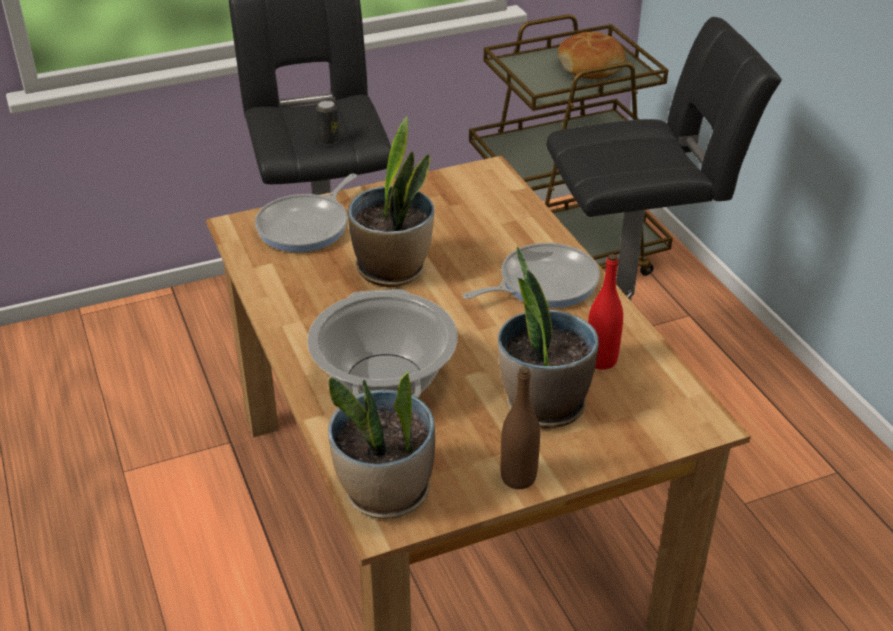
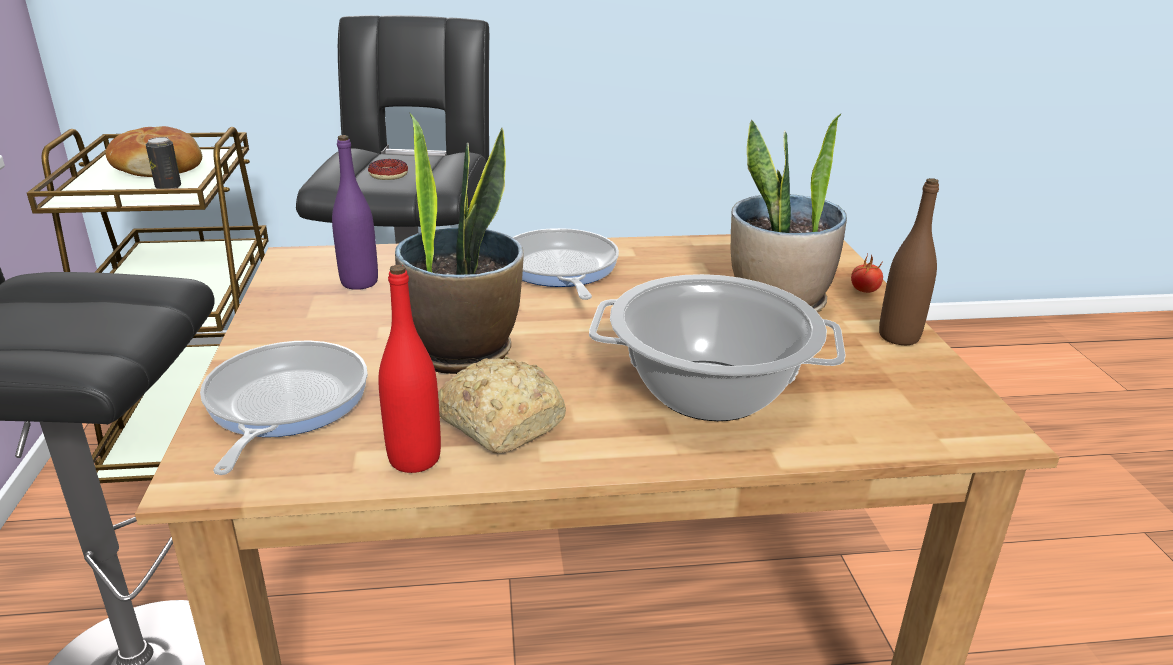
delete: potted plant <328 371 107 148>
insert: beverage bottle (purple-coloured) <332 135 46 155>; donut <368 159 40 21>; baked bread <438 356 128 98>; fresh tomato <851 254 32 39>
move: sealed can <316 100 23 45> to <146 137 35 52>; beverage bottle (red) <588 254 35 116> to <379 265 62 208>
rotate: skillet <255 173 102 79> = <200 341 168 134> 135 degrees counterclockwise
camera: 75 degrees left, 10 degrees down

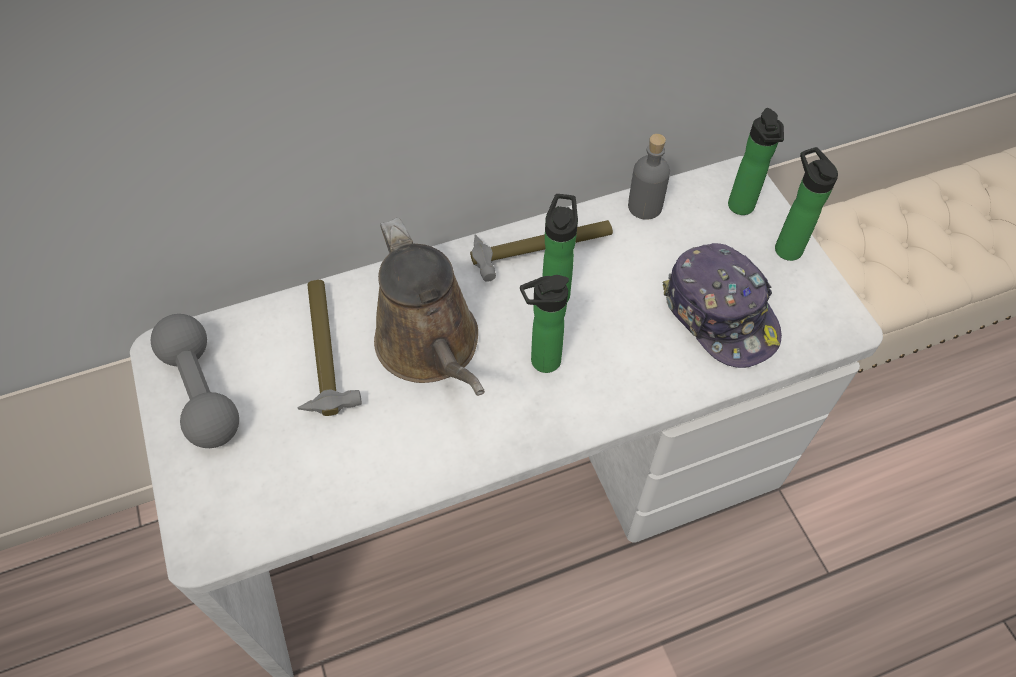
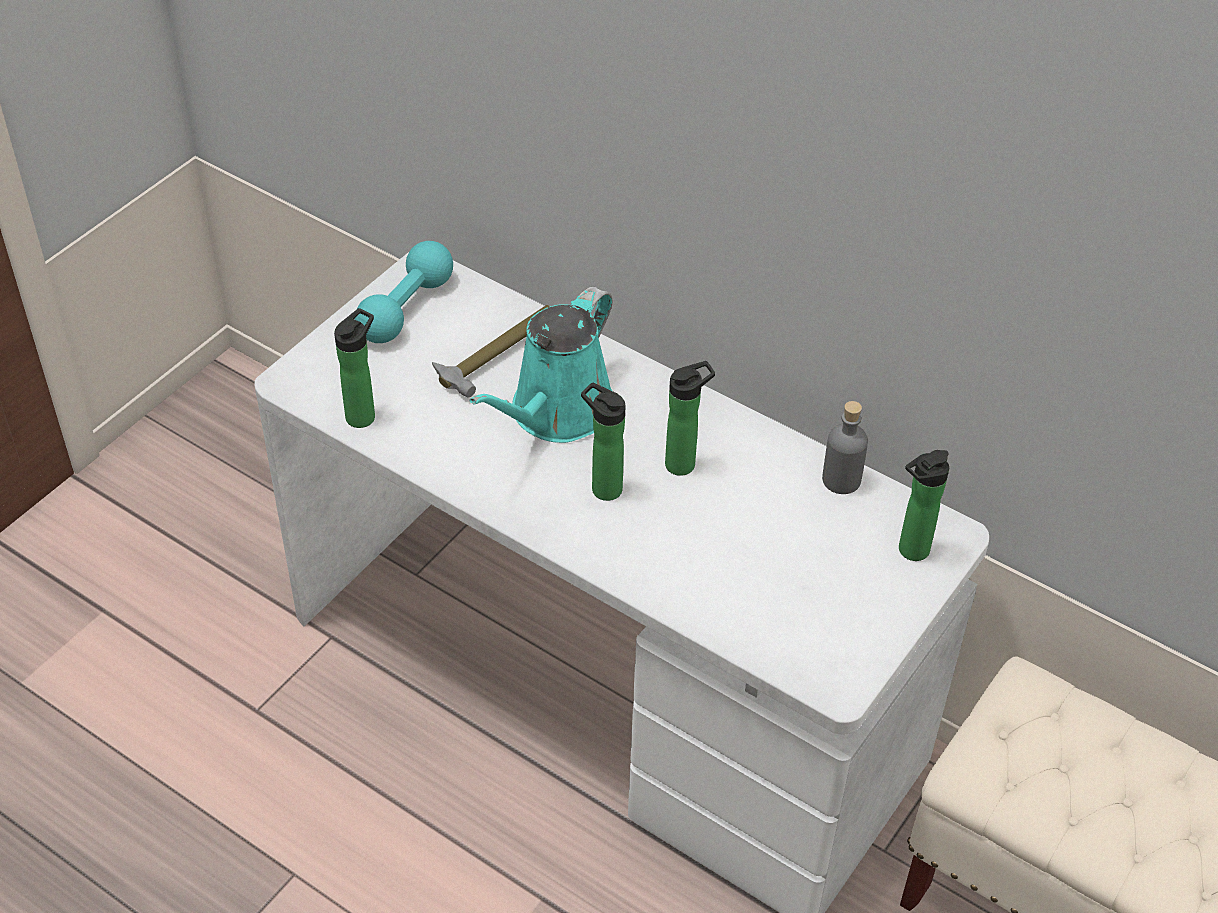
delete: tool hammer <470 220 143 62>; cap <662 243 120 125>
move: beverage bottle <775 147 63 114> to <334 308 41 120>
recolor: dumbbell (greyish) <151 314 88 134> to dumbbell (turquoise-coloured) <355 241 98 102>; watering can (brownish) <374 217 111 179> to watering can (turquoise-coloured) <470 287 142 156>
camera: 55 degrees right, 10 degrees down

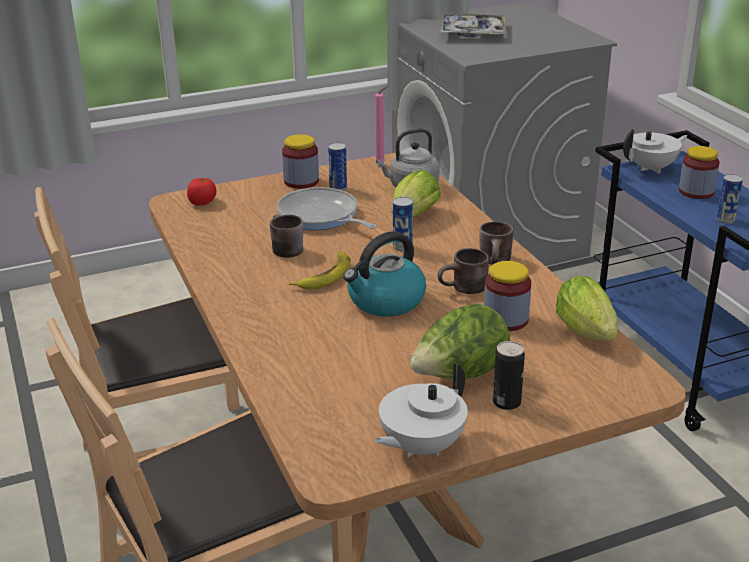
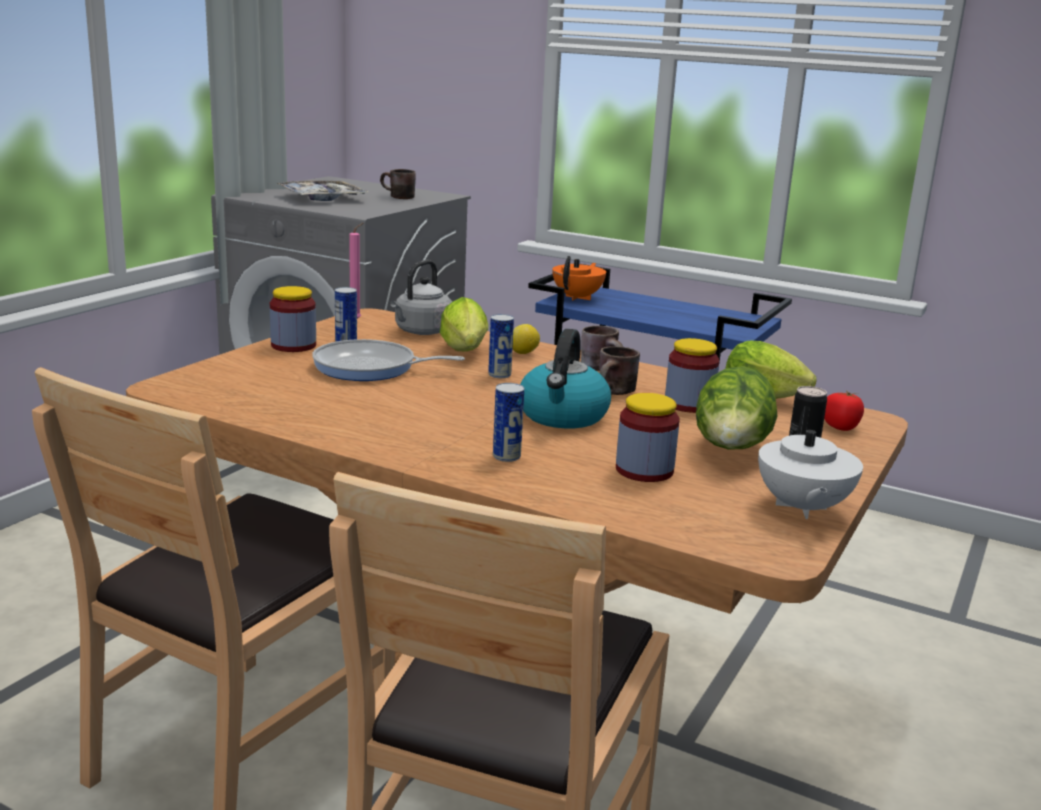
delete: banana <289 251 62 38>
insert: whole lemon <512 324 28 30>
move: tea mug (brownish) <270 214 33 44> to <380 169 36 30>; sealed can <717 174 26 50> to <493 383 31 79>; preserve jar <679 146 41 53> to <616 393 64 89>; fresh tomato <187 178 29 28> to <824 391 40 40>
recolor: teapot (whitish) <623 129 65 45> to teapot (orange-coloured) <552 256 54 45>
camera: 40 degrees left, 10 degrees down

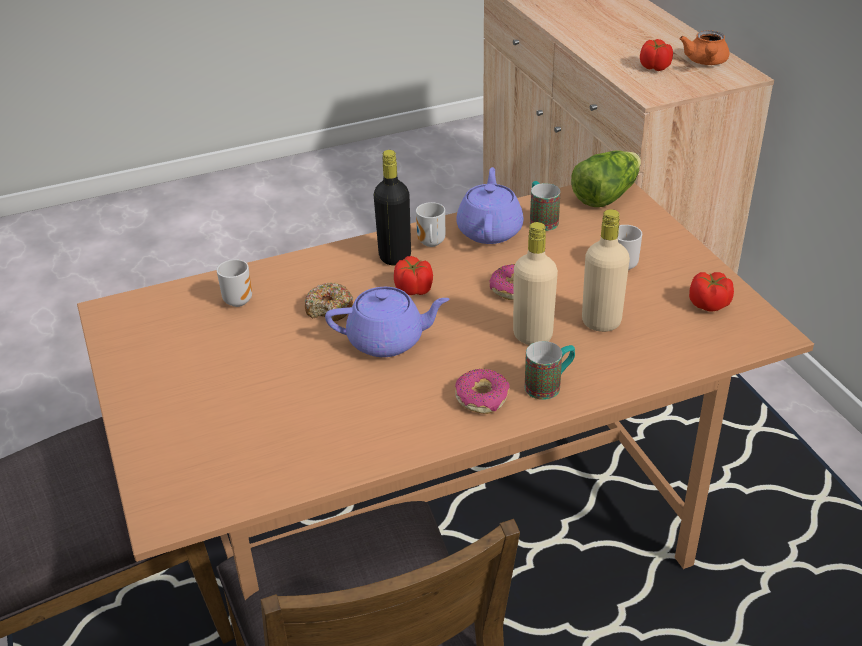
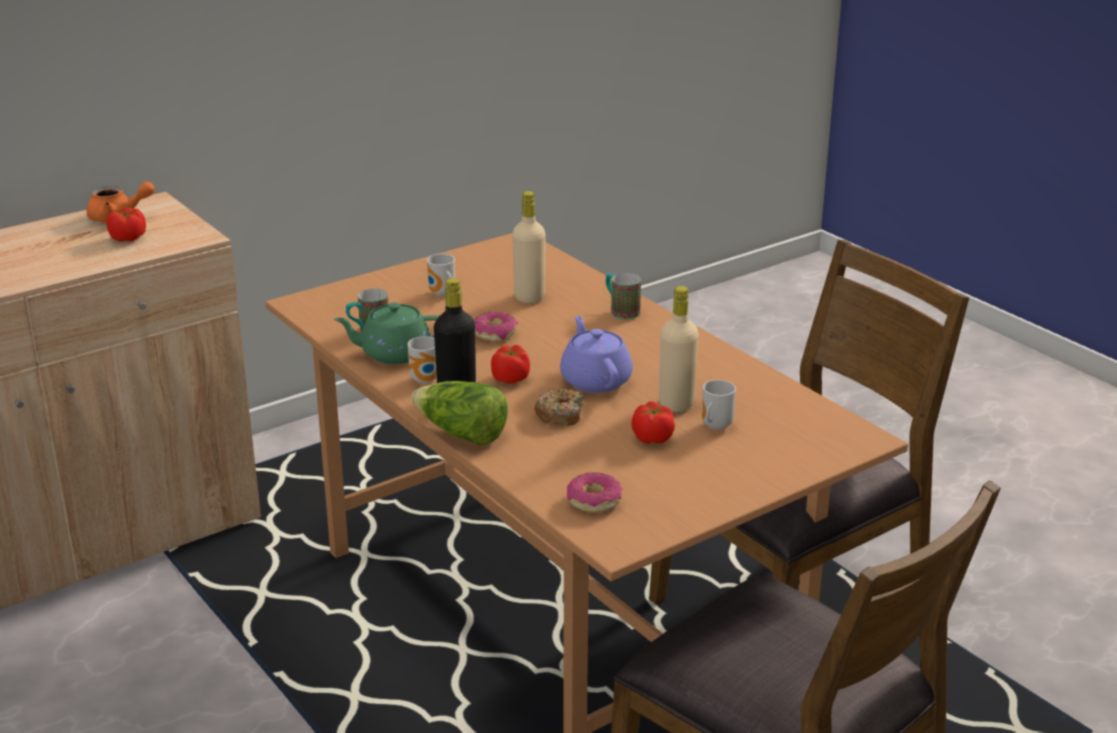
move: head of lettuce <571 150 70 57> to <412 381 96 65>; donut <455 369 55 45> to <567 472 55 41>; fresh tomato <689 272 45 40> to <632 402 43 42>; beverage bottle (beige-coloured) <513 222 45 123> to <659 286 40 126>; tea mug <217 259 35 48> to <702 380 34 50>
recolor: teapot (purple-coloured) <456 167 68 77> to teapot (green-coloured) <334 302 105 62>
camera: 105 degrees left, 10 degrees down

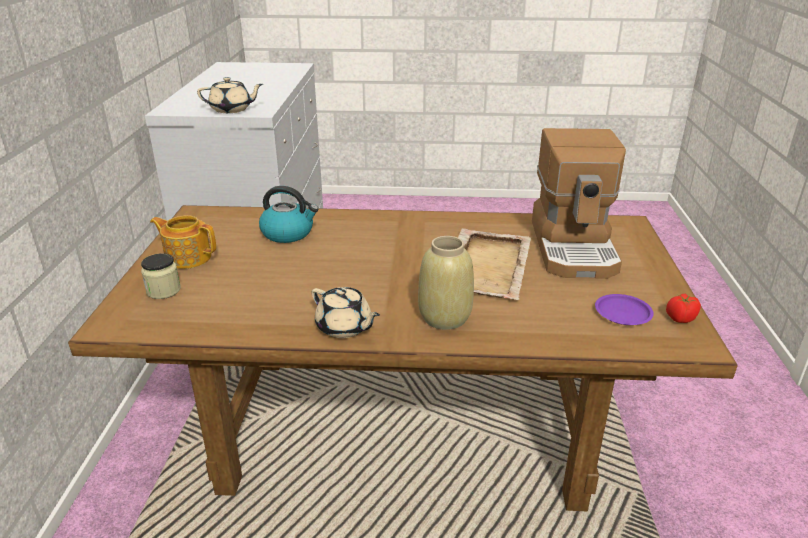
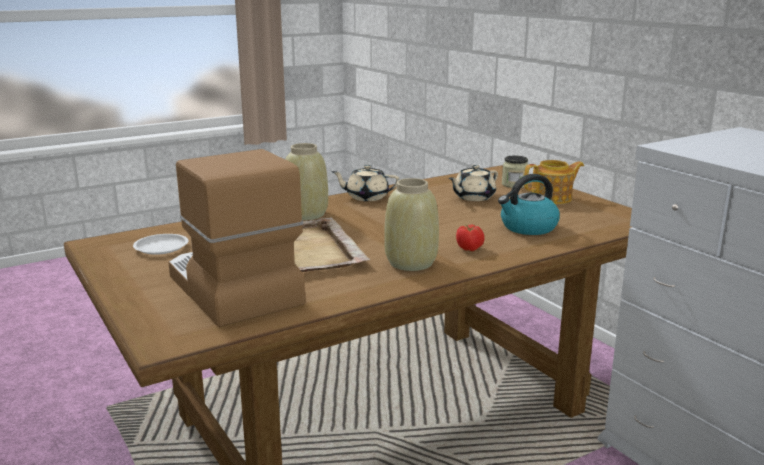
insert: decorative vase (beige-coloured) <384 178 55 93>
move: teapot (beige-coloured) <197 77 66 36> to <449 165 49 36>; fresh tomato <666 293 35 30> to <456 224 29 27>
recolor: flat dish (purple-coloured) <595 294 59 31> to flat dish (whitish) <133 234 56 21>
camera: 145 degrees right, 10 degrees down

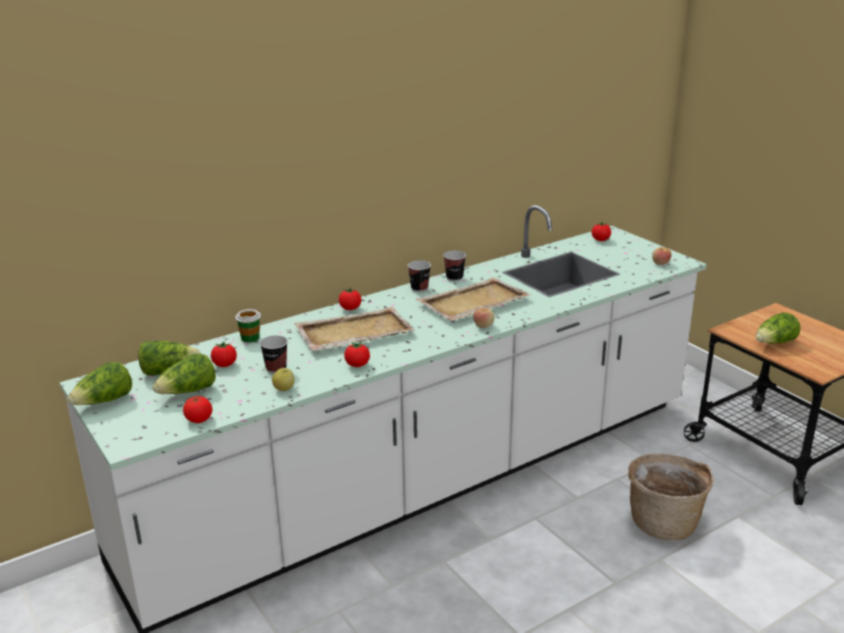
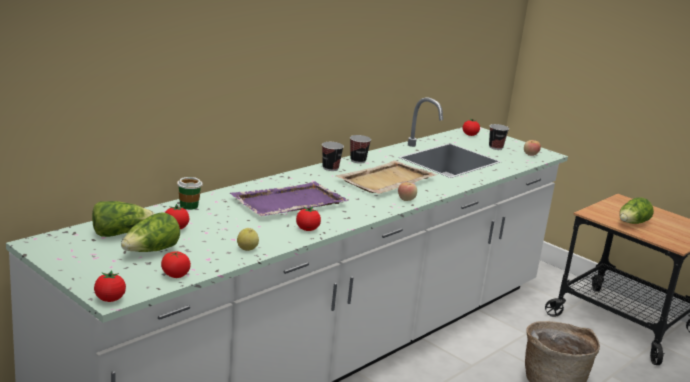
delete: head of lettuce <67 362 65 43>
move: fresh tomato <339 287 23 23> to <94 270 32 32>; cup <260 335 28 39> to <489 124 20 26>
recolor: tray (beige-coloured) <294 306 121 45> to tray (purple-coloured) <229 181 120 35>
camera: 15 degrees left, 5 degrees down

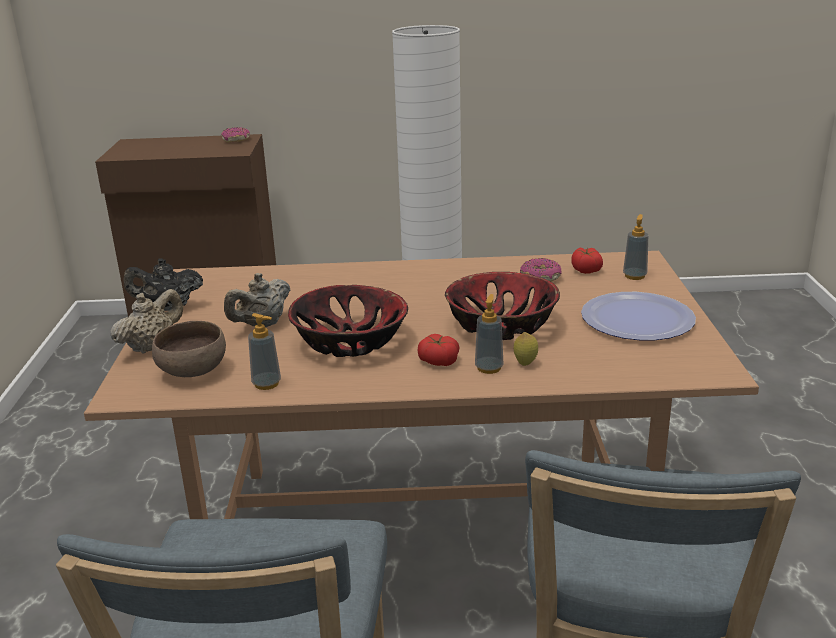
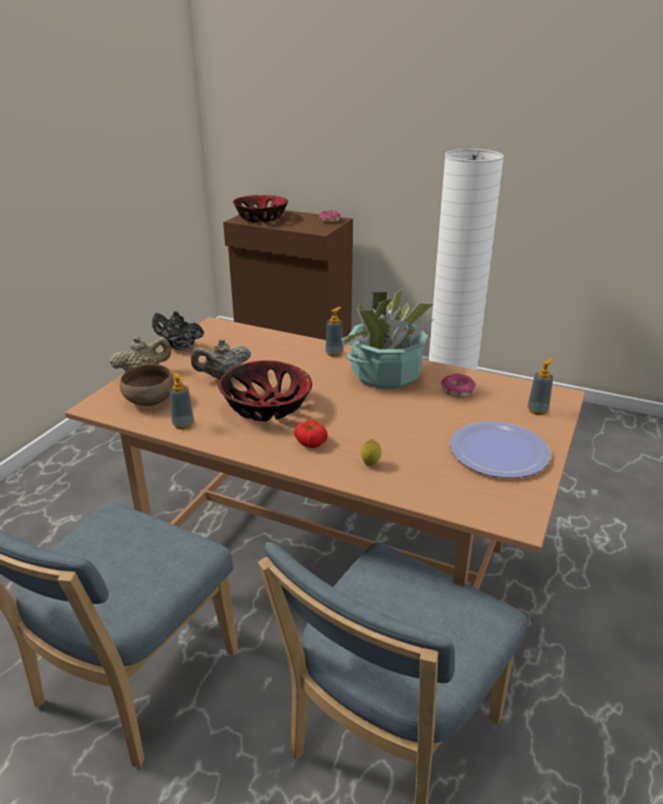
delete: fresh tomato <571 247 32 27>
insert: potted plant <341 289 93 100>
move: deep dish <445 272 115 68> to <233 195 55 27>; liquid soap bottle <475 294 29 80> to <325 307 19 50>
camera: 25 degrees right, 5 degrees up

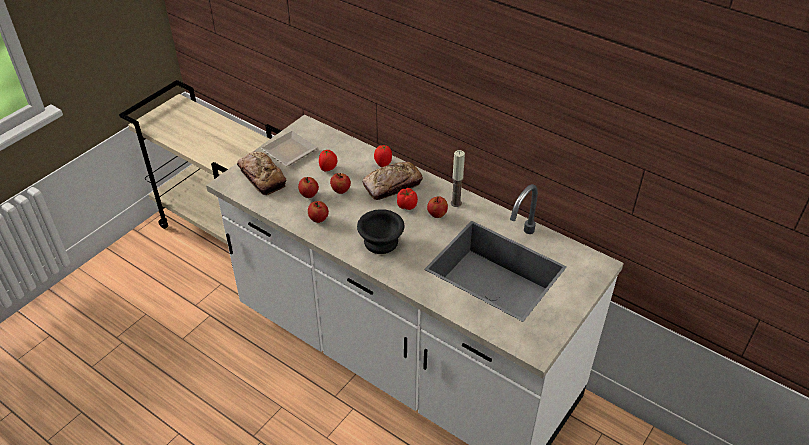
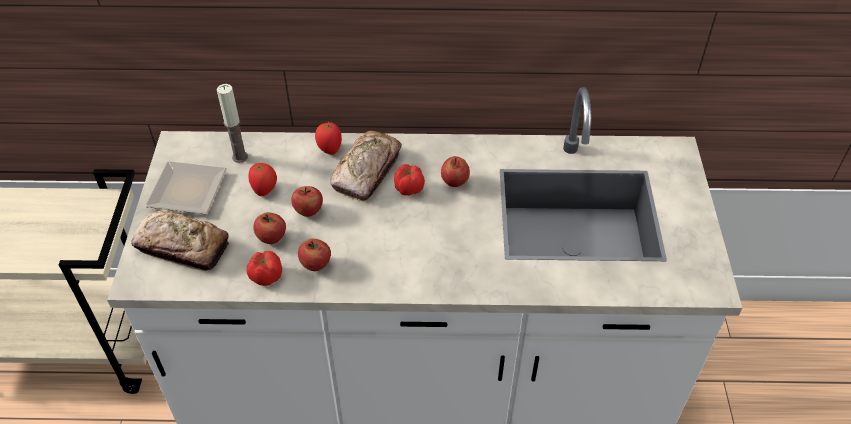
delete: deep dish (blackish) <357 209 47 45>
insert: fresh tomato <246 251 36 35>
move: wax light <451 150 14 57> to <217 84 31 79>
camera: 35 degrees left, 5 degrees up

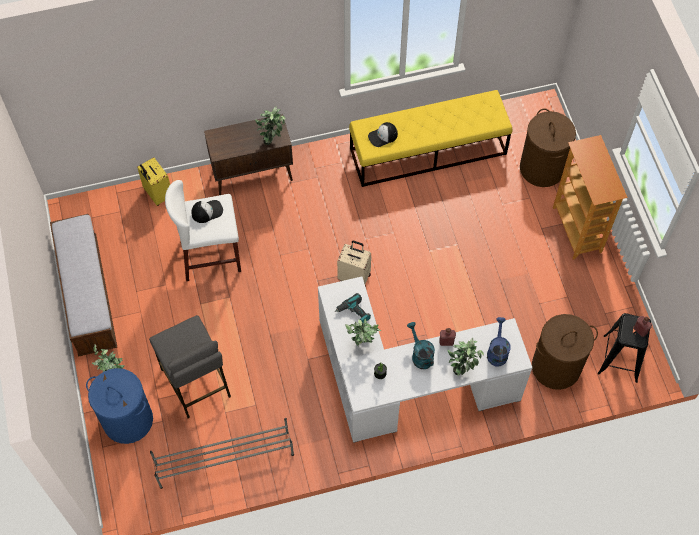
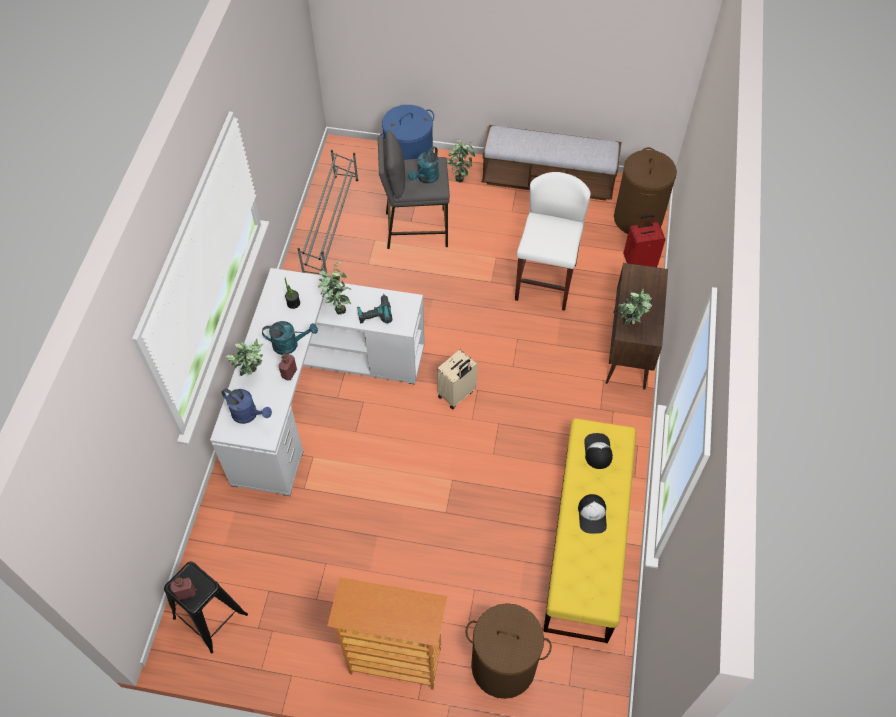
insert: watering can (turquoise-coloured) <408 146 31 38>
move: cap <191 200 32 23> to <578 494 29 40>; washing basket (brownish) <532 314 66 76> to <614 147 63 87>
recolor: suitcase (yellow) <137 157 33 49> to suitcase (red) <623 214 43 53>
camera: 115 degrees right, 5 degrees down

